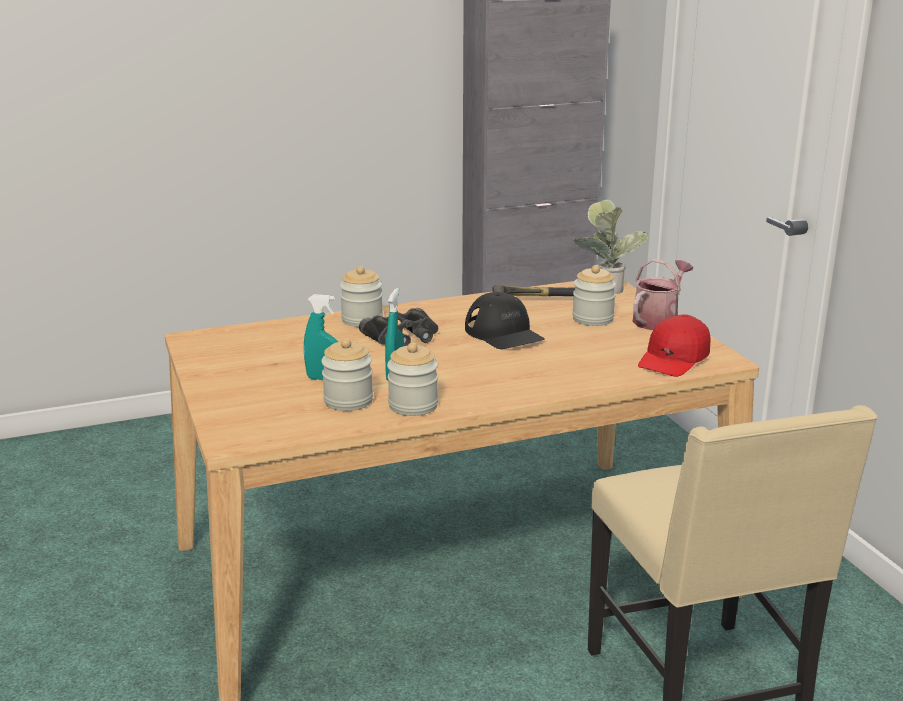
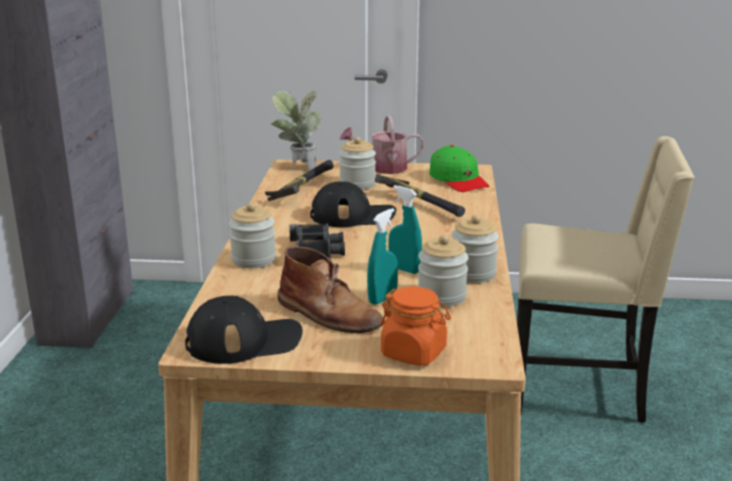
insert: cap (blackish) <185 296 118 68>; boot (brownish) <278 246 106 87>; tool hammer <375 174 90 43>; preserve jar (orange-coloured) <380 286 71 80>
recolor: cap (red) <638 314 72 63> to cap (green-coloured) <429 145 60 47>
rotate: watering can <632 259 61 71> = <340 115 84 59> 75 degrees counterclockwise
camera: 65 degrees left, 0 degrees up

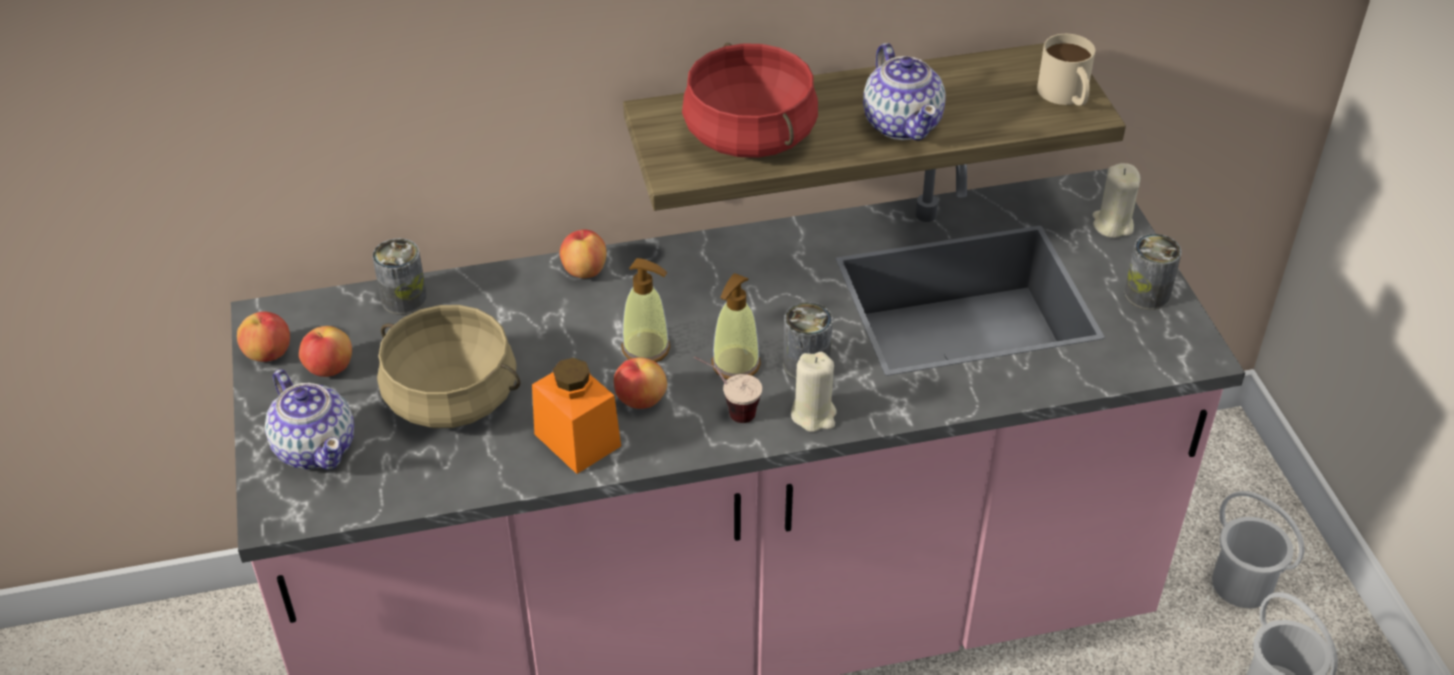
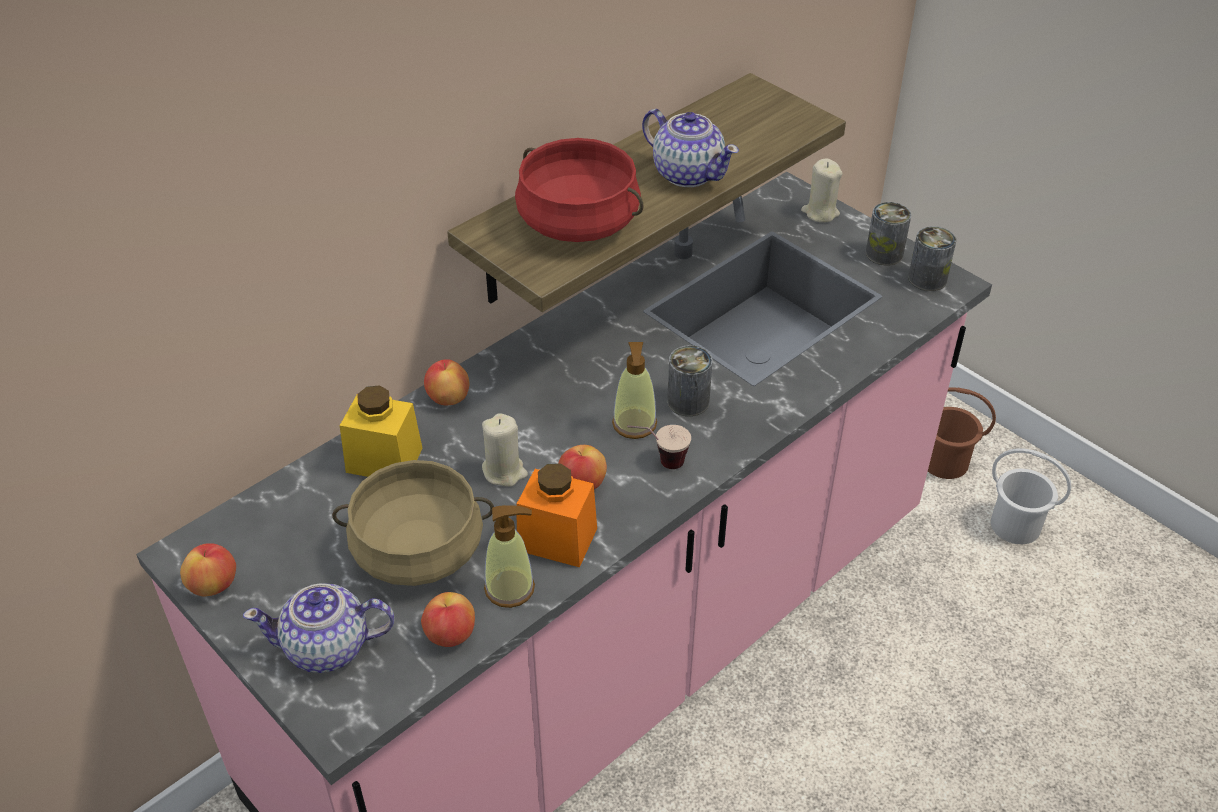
delete: tea mug (beige-coloured) <1037 34 58 72>
insert: preserve jar (yellow) <340 385 83 92>
move: apple <299 326 53 51> to <421 592 54 55>; wax light (beige-coloured) <791 352 46 80> to <482 413 46 74>; liquid soap bottle <621 258 49 104> to <484 505 51 103>; sealed can <372 238 55 77> to <908 226 48 65>
recolor: pail (whitish) <1212 491 92 117> to pail (brownish) <928 387 68 92>
rotate: teapot <265 369 89 101> = <243 583 152 90> 150 degrees clockwise
camera: 30 degrees left, 0 degrees up

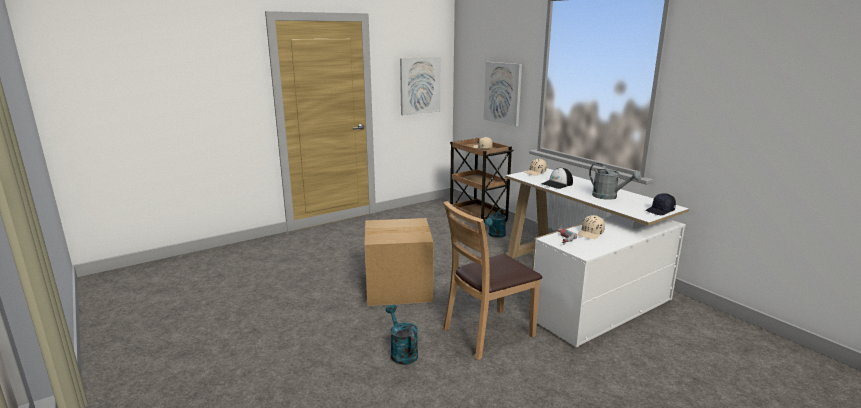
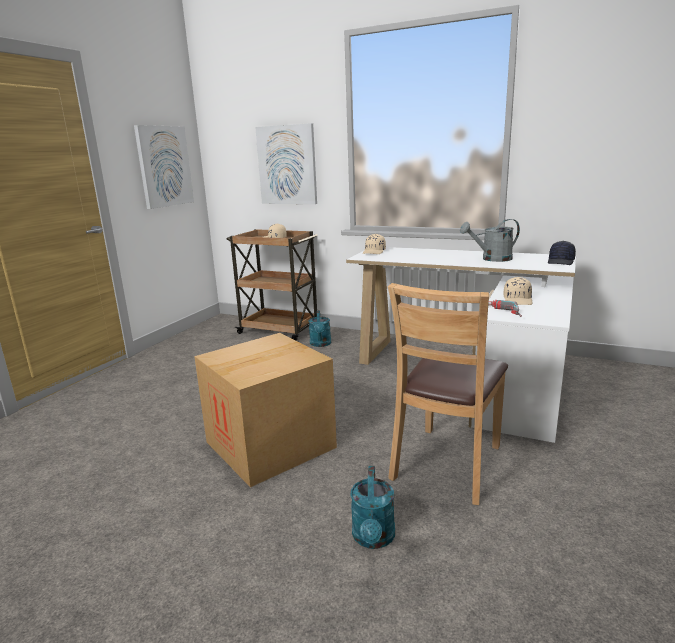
delete: cap <541 168 32 21>
rotate: watering can (turquoise-coloured) <385 305 33 60> = <350 466 45 83> 120 degrees counterclockwise; watering can (greyish) <589 163 52 37> = <460 219 60 43> 150 degrees clockwise
camera: 30 degrees left, 0 degrees up

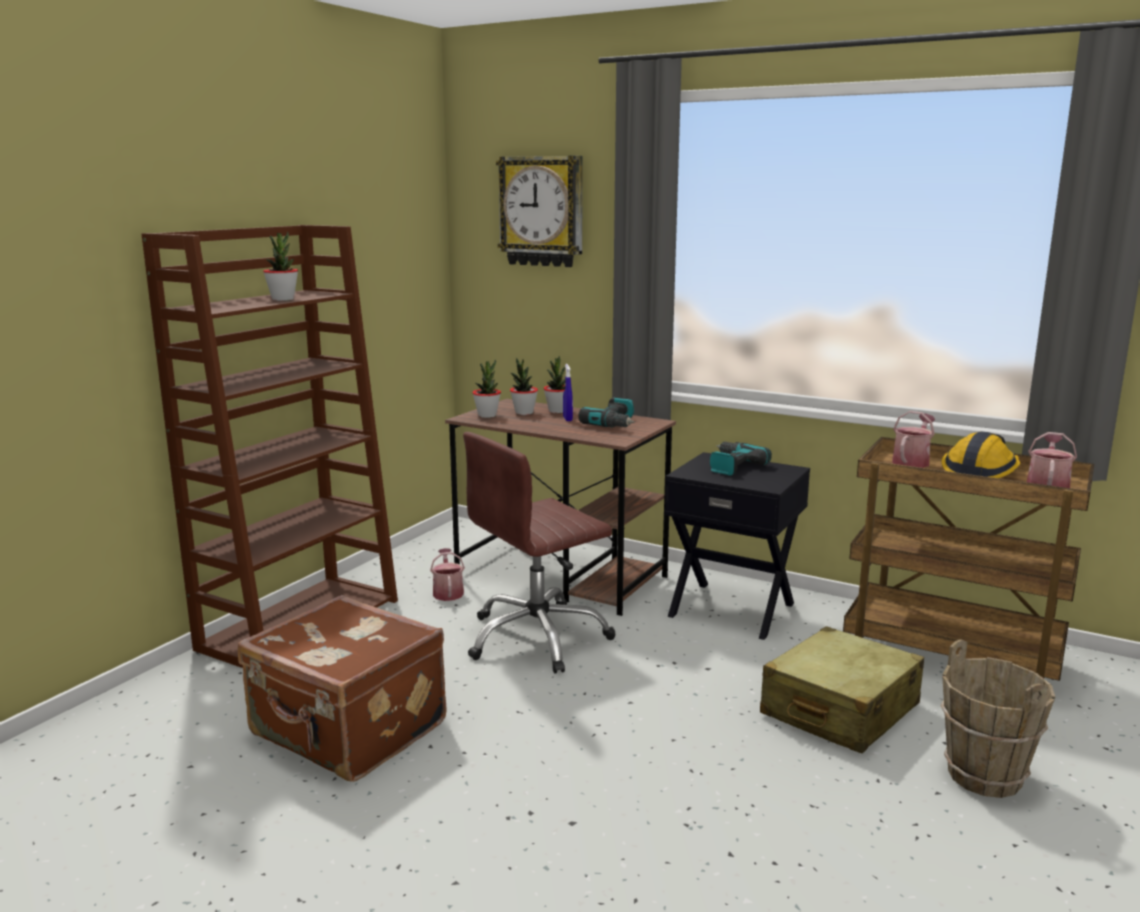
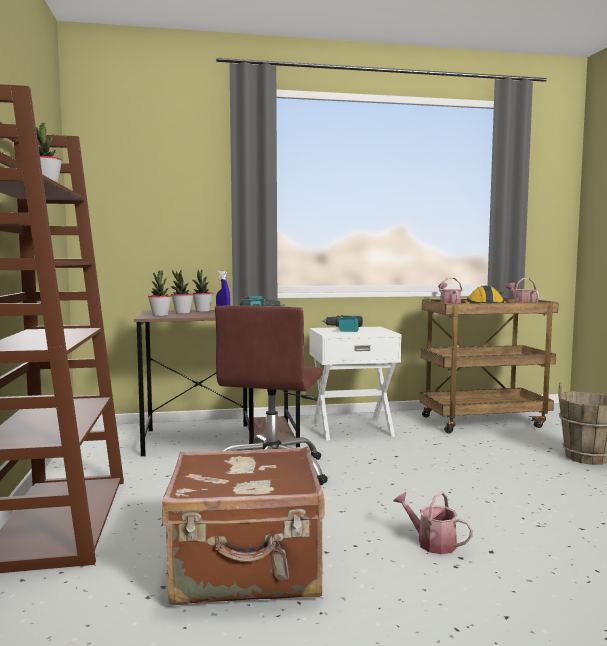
delete: wall clock <496 156 87 111>; suitcase (beige-coloured) <760 626 164 127>
move: watering can <430 548 35 53> to <393 491 80 63>
recolor: bedside table (blackish) <665 452 145 188> to bedside table (whitish) <309 327 93 114>
camera: 40 degrees left, 10 degrees down

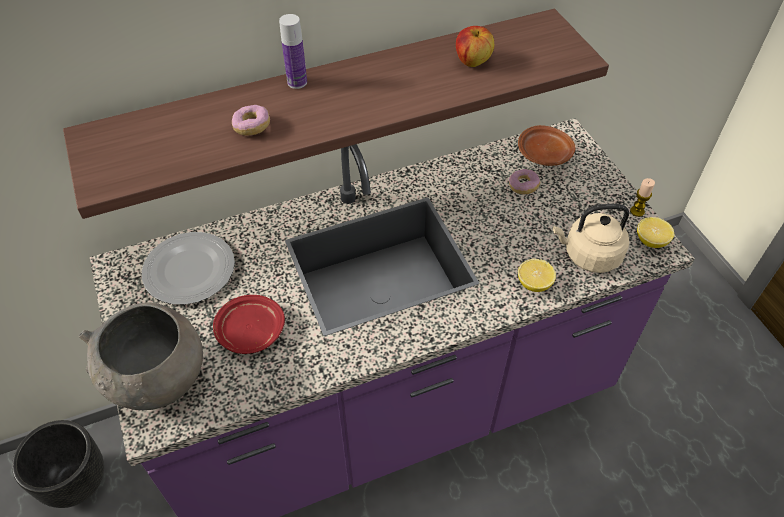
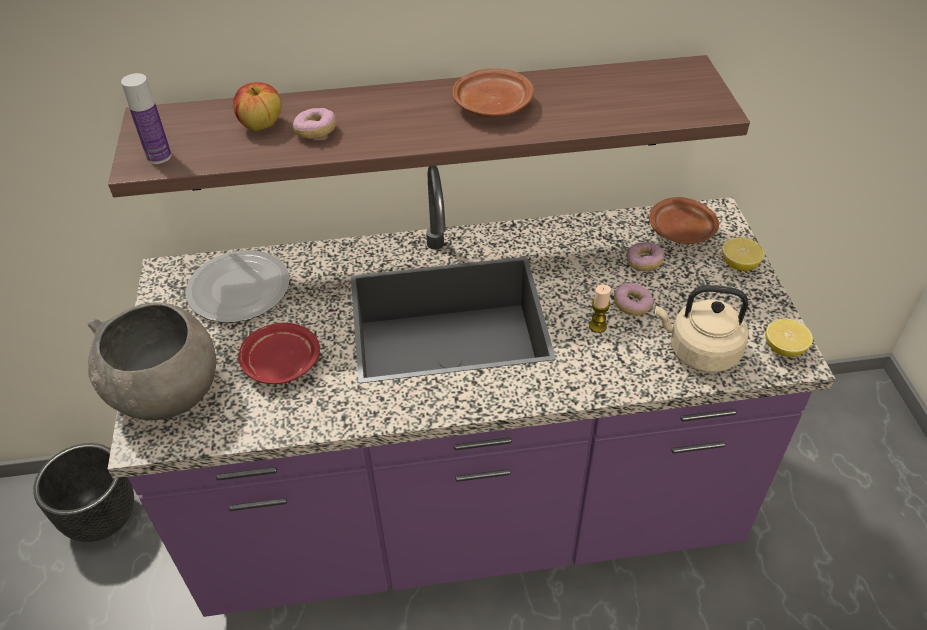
insert: flat dish (brownish) <452 68 82 49>; donut <614 283 39 33>
move: beverage bottle <279 14 28 75> to <121 73 51 91>; apple <456 26 38 41> to <233 82 49 49>; wax light <630 178 25 39> to <589 285 22 48>; whole lemon <518 259 38 33> to <722 237 43 34>
camera: 15 degrees right, 5 degrees down

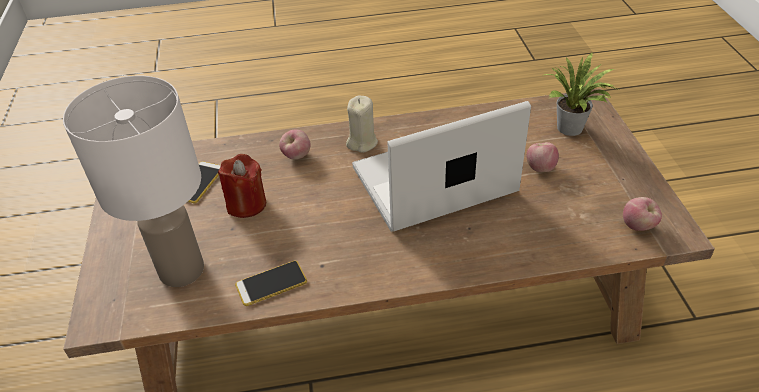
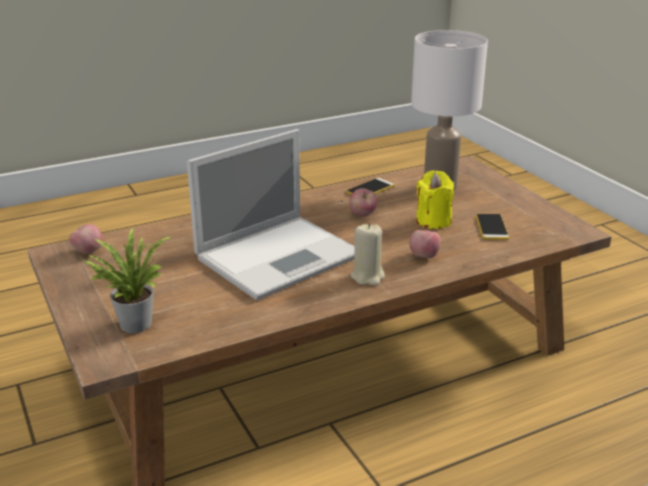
move: apple <526 142 33 30> to <349 188 29 28>
recolor: wax light (red) <218 154 48 64> to wax light (yellow) <416 170 38 59>
camera: 160 degrees right, 15 degrees down

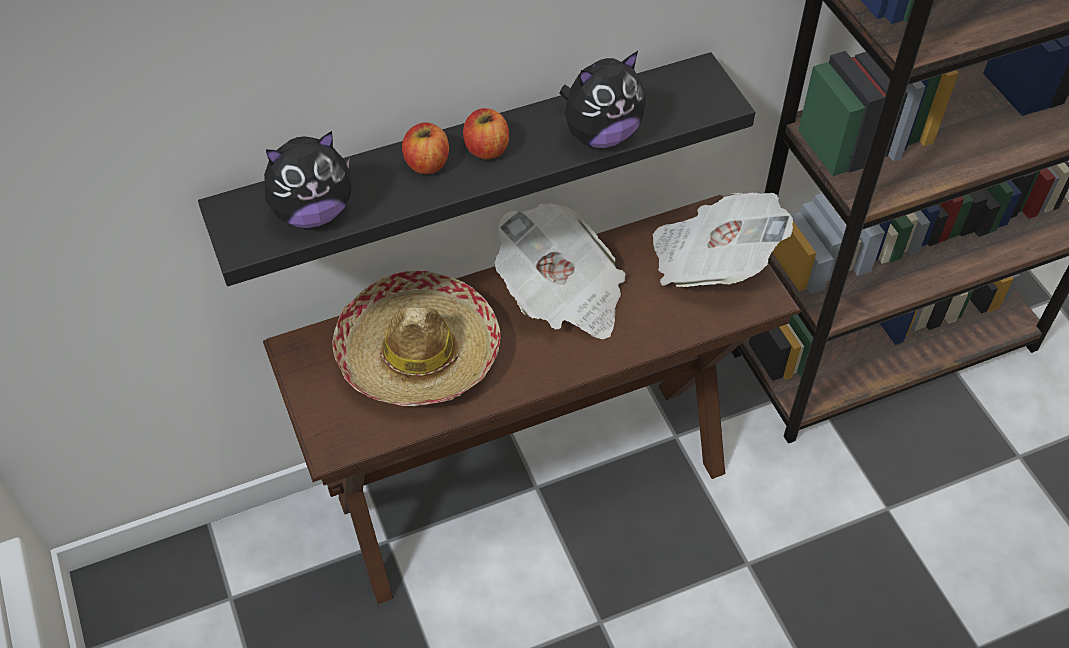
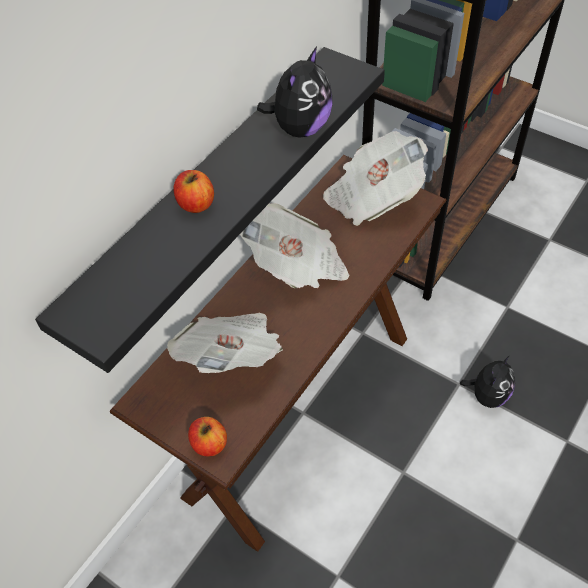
move: apple <463 108 46 51> to <188 417 39 40>; cuddly toy <264 131 88 97> to <460 355 55 53>
replace: clothing hat <332 271 169 136> to newspaper <167 313 116 60>
camera: 30 degrees left, 0 degrees up

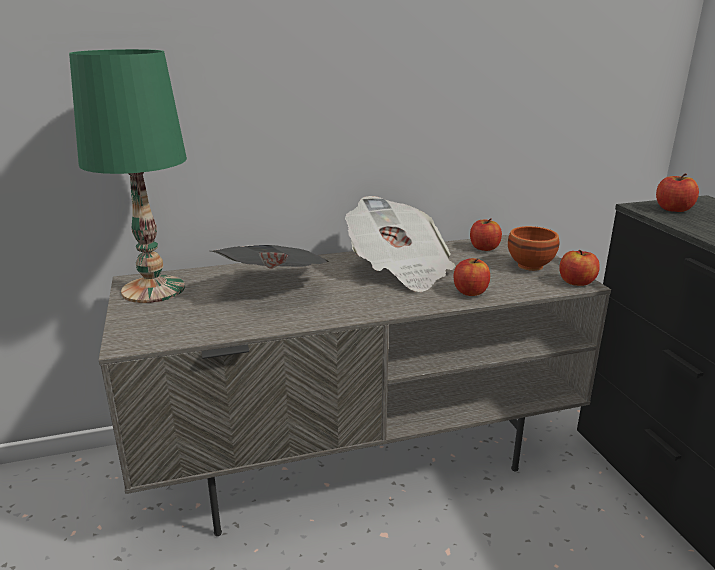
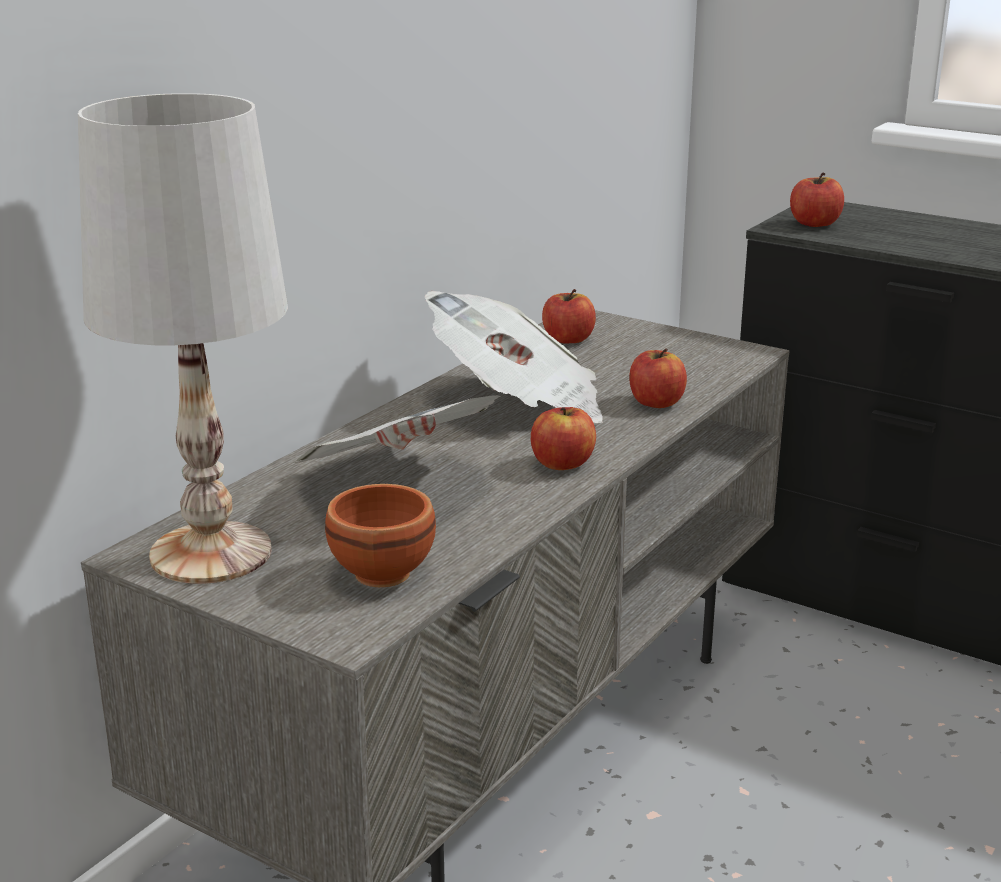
move: deep dish (brownish) <508 226 51 45> to <325 484 111 103>; apple <559 250 41 36> to <531 407 65 63>
recolor: table lamp (green-coloured) <69 49 118 254> to table lamp (whitish) <78 93 210 491>
camera: 40 degrees left, 0 degrees up

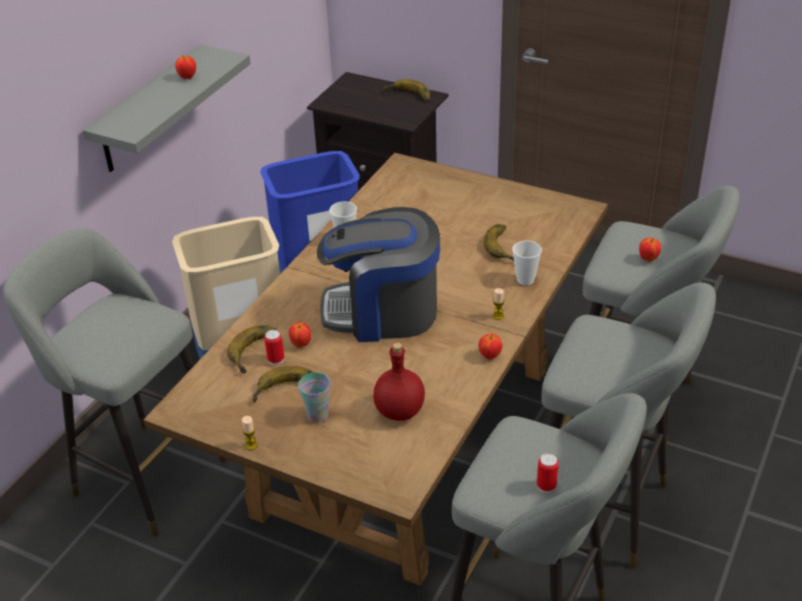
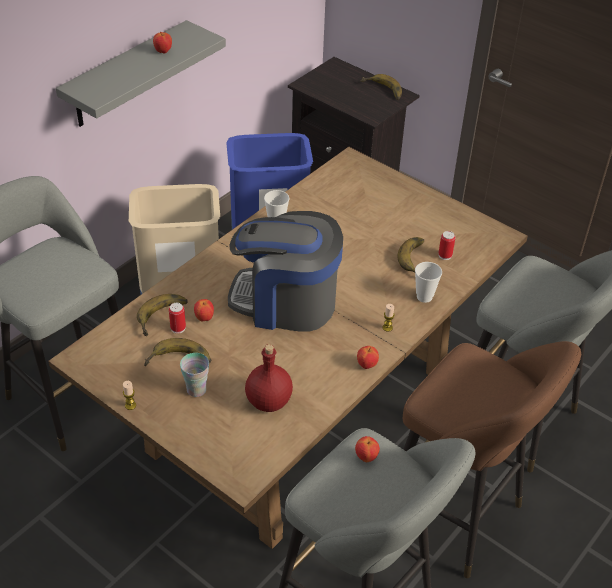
move: apple <639 238 22 24> to <355 436 25 26>; sealed can <537 453 22 40> to <438 231 17 29>
recolor: stool (greyish) <541 283 175 286> to stool (brownish) <403 341 178 237>
camera: 10 degrees right, 5 degrees up

